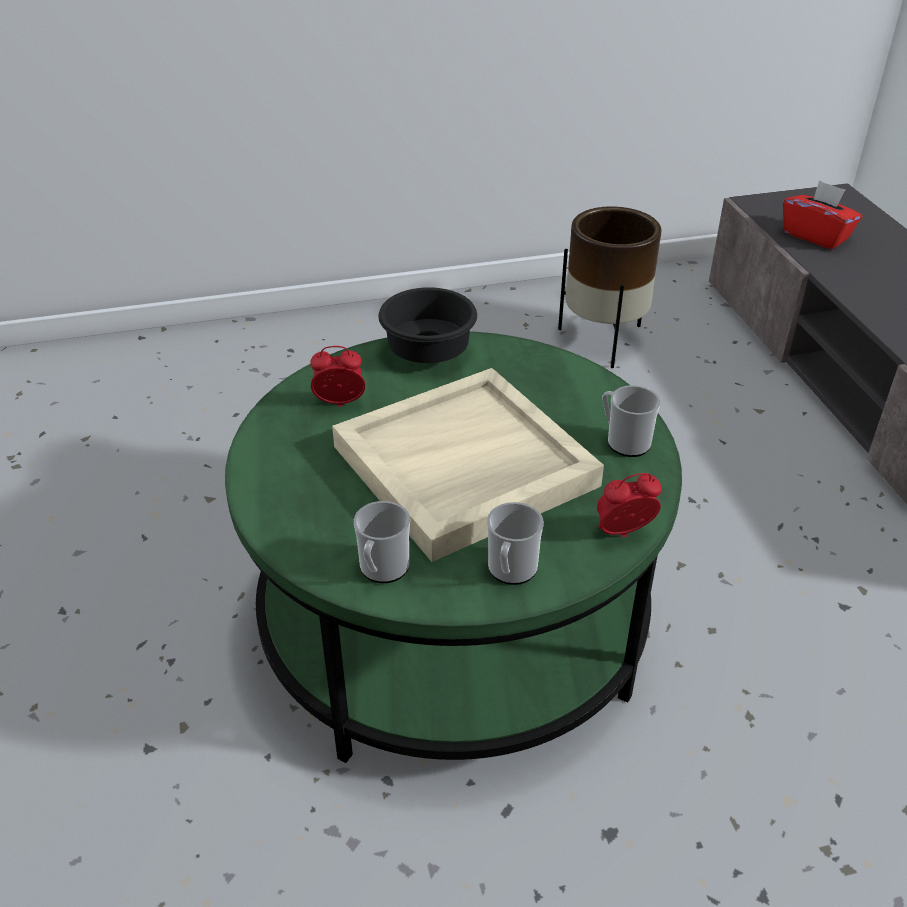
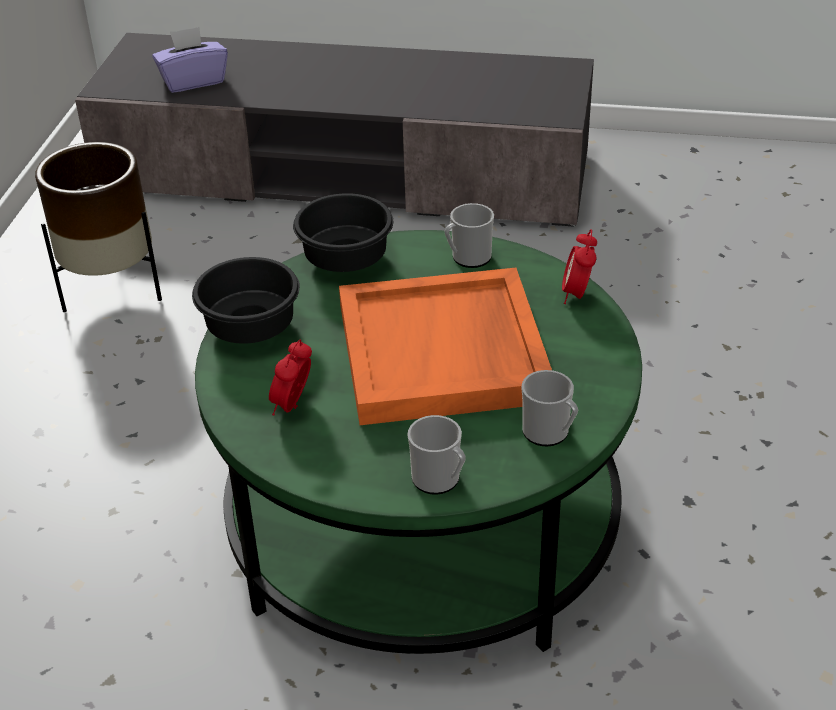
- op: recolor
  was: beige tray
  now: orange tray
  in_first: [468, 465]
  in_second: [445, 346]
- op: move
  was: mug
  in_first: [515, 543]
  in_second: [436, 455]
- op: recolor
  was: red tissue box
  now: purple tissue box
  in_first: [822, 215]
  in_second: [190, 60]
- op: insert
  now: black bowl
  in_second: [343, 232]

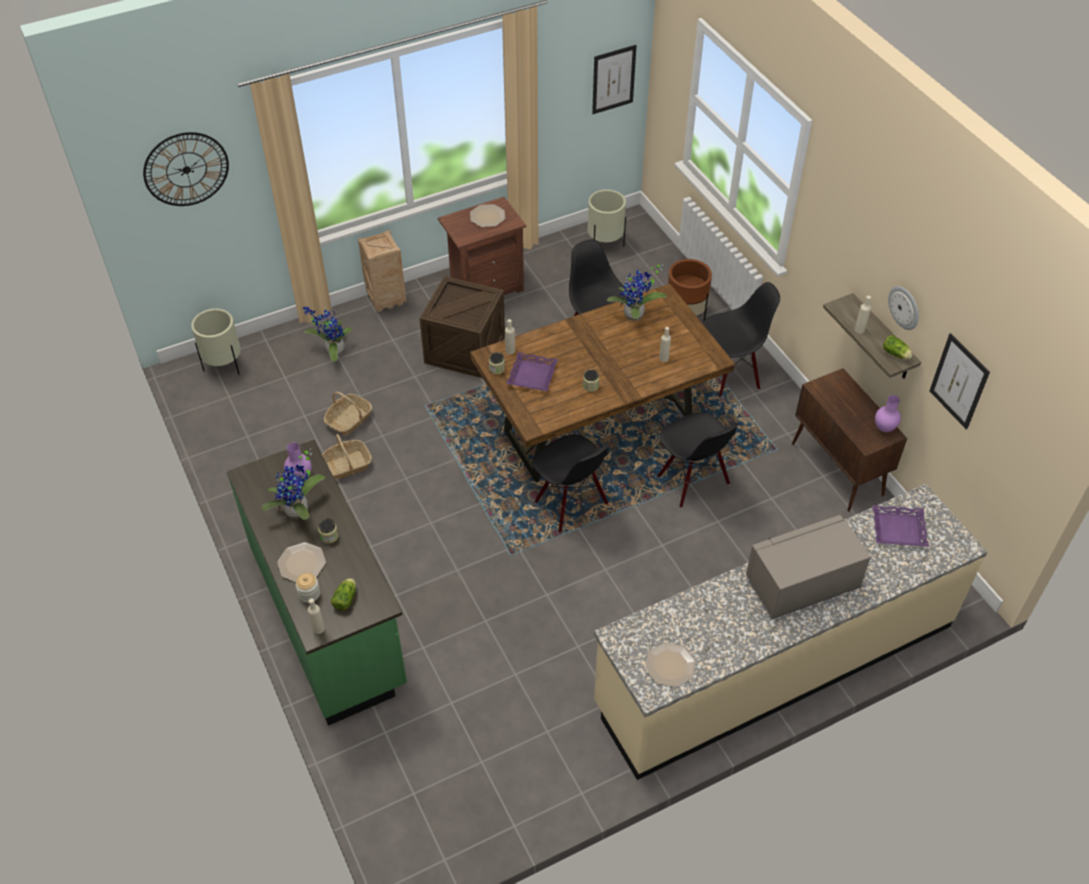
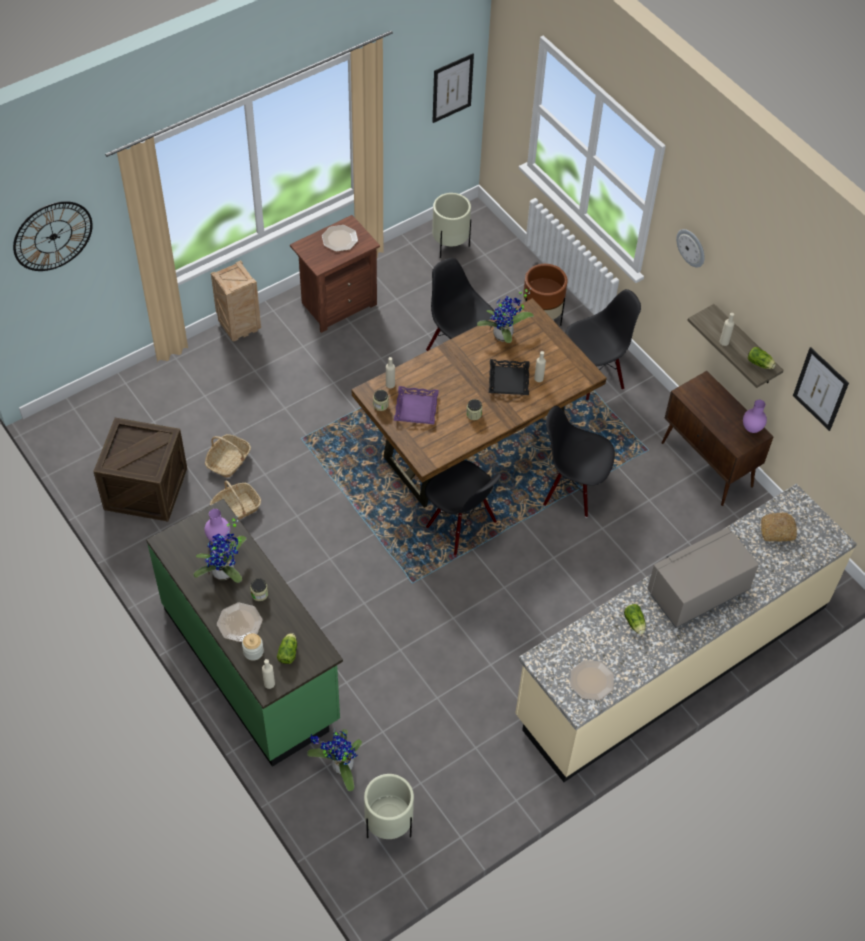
- op: move
  was: beige planter
  in_first: [216, 342]
  in_second: [389, 806]
- op: move
  was: potted plant
  in_first: [327, 334]
  in_second: [334, 759]
- op: move
  was: crate
  in_first: [462, 327]
  in_second: [140, 469]
- op: rotate
  was: black chair
  in_first: [698, 460]
  in_second: [579, 462]
  clockwise: 150
- op: replace
  was: purple tray
  now: bread
  in_first: [900, 526]
  in_second: [779, 527]
- op: move
  was: wall clock
  in_first: [903, 308]
  in_second: [690, 248]
- op: insert
  now: black tray
  in_second: [509, 377]
- op: insert
  now: lettuce
  in_second: [635, 619]

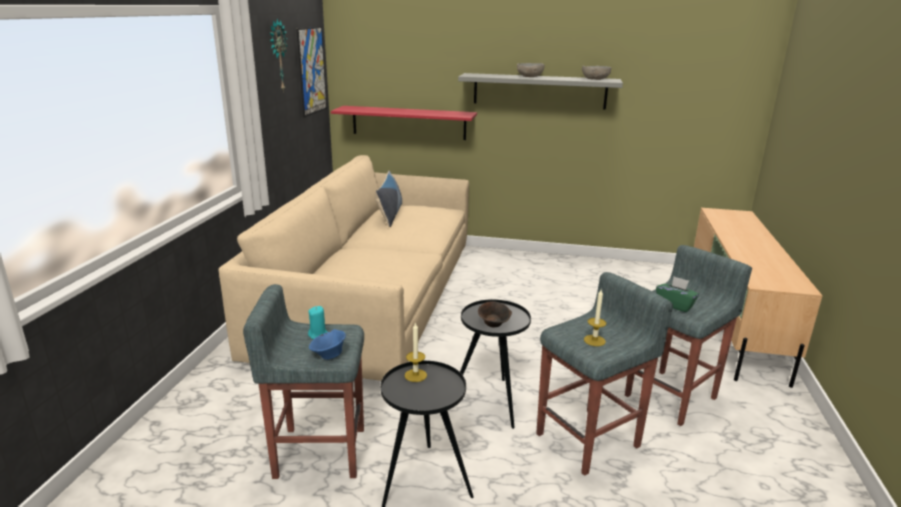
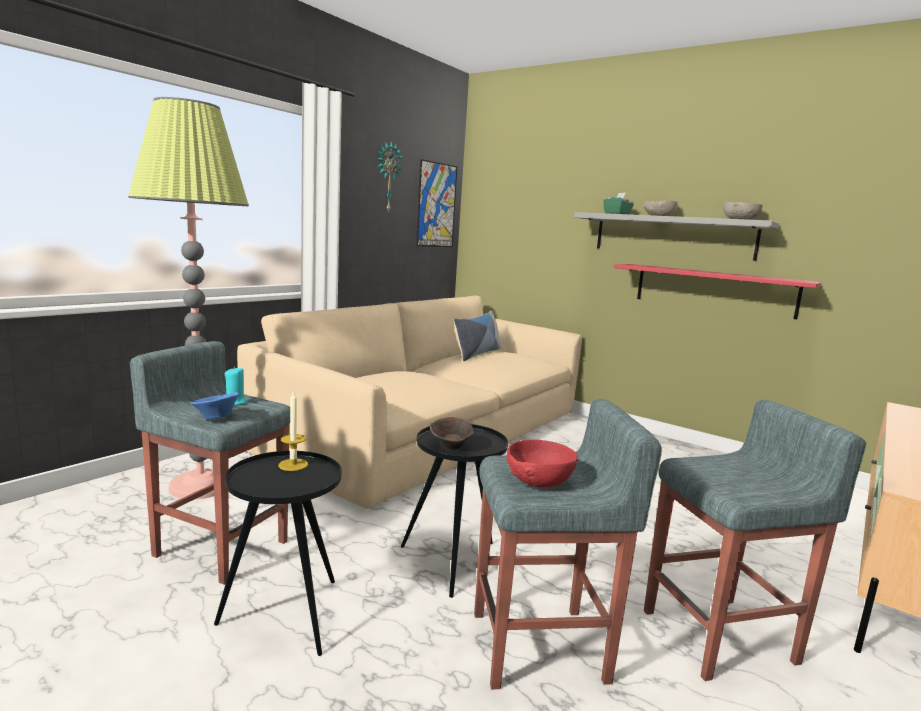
- op: move
  was: red shelf
  in_first: [404, 123]
  in_second: [718, 291]
- op: replace
  was: candle
  now: red bowl
  in_first: [595, 318]
  in_second: [542, 463]
- op: move
  was: green tissue box
  in_first: [677, 294]
  in_second: [618, 203]
- op: insert
  now: floor lamp
  in_second: [188, 298]

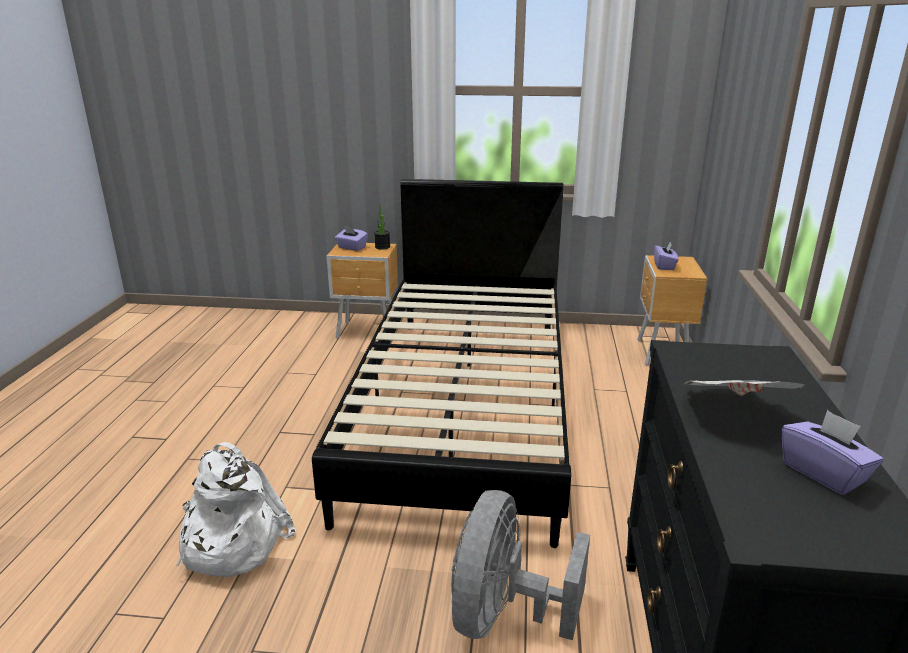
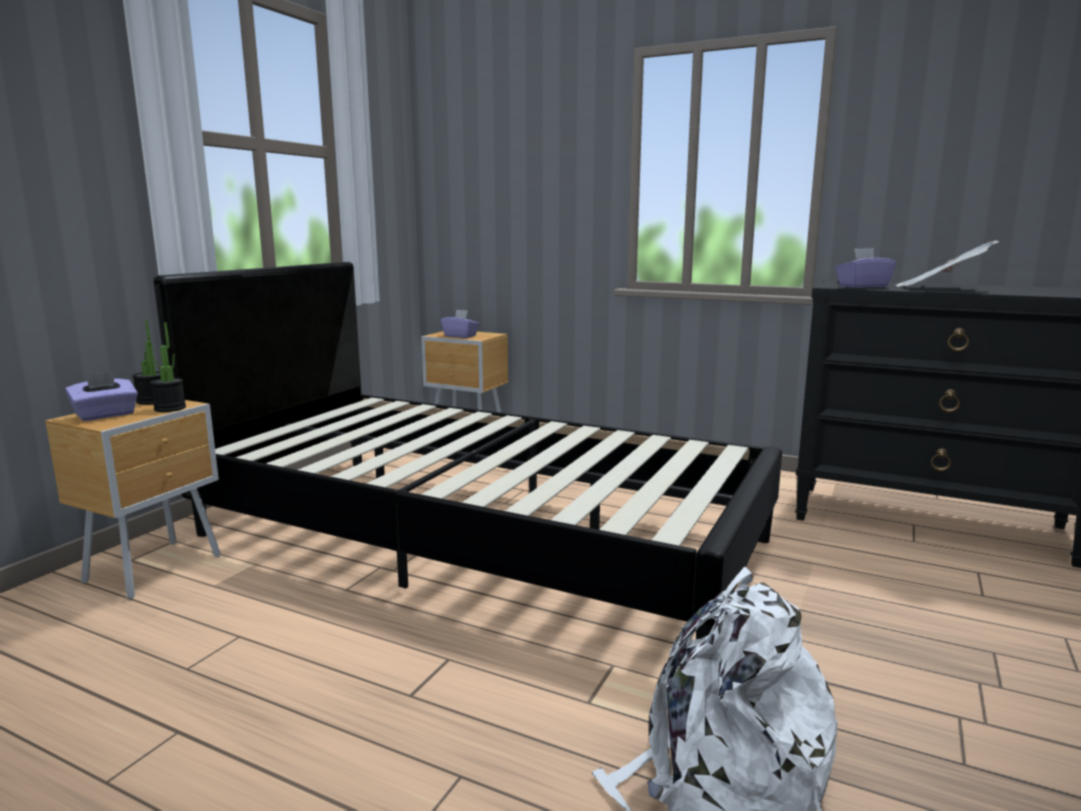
- op: delete
  was: grey fan
  in_first: [520, 565]
- op: move
  was: purple tissue box
  in_first: [833, 452]
  in_second: [866, 268]
- op: insert
  now: potted plant
  in_second: [168, 367]

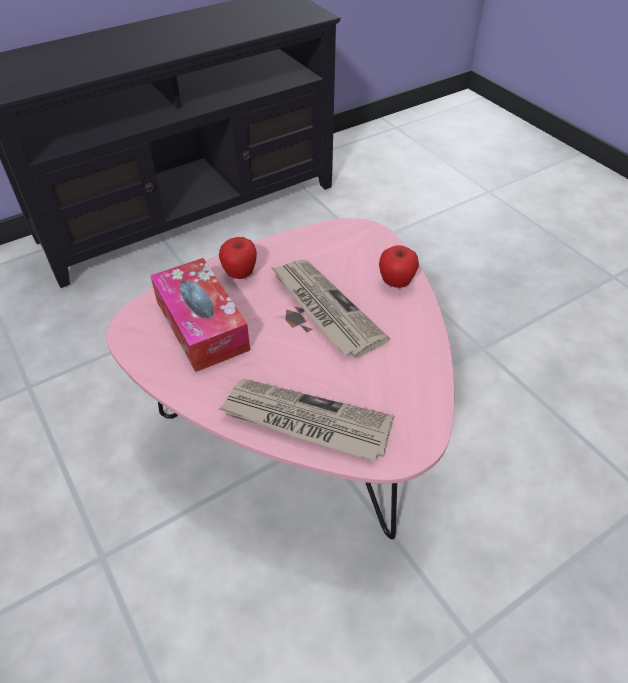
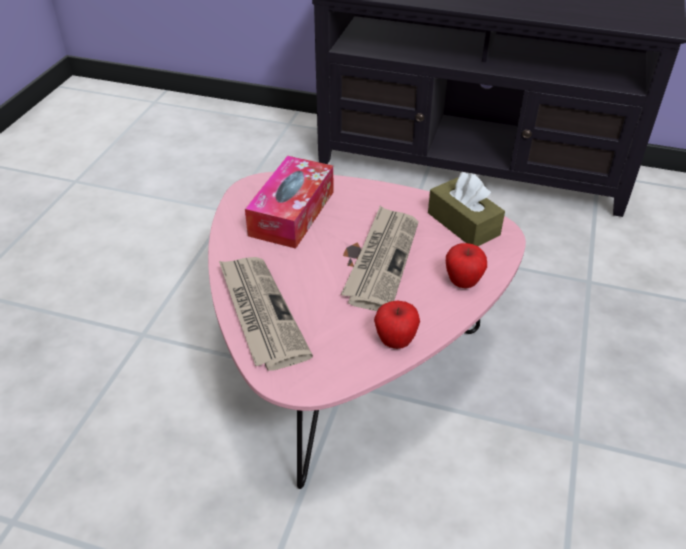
- op: move
  was: apple
  in_first: [238, 258]
  in_second: [397, 324]
- op: insert
  now: brown tissue box
  in_second: [466, 209]

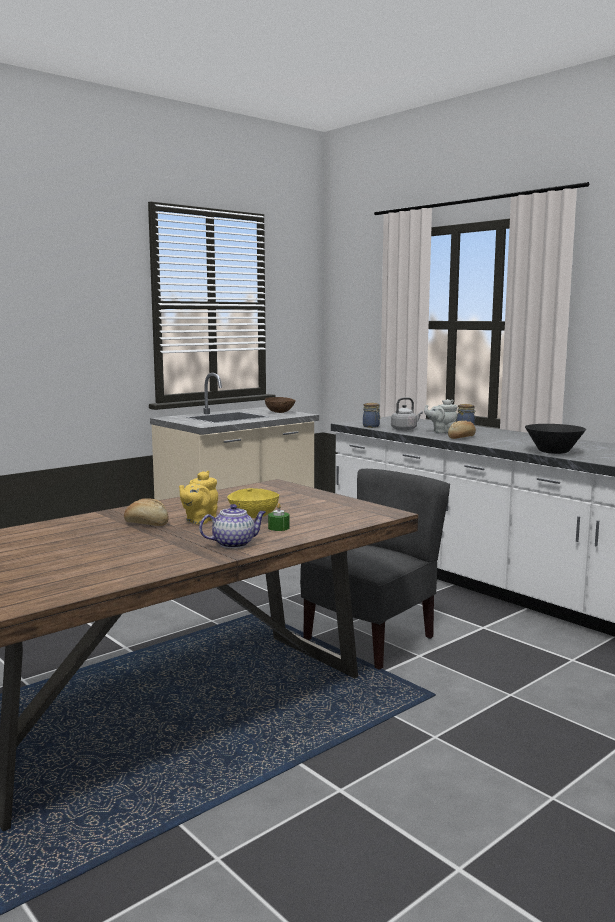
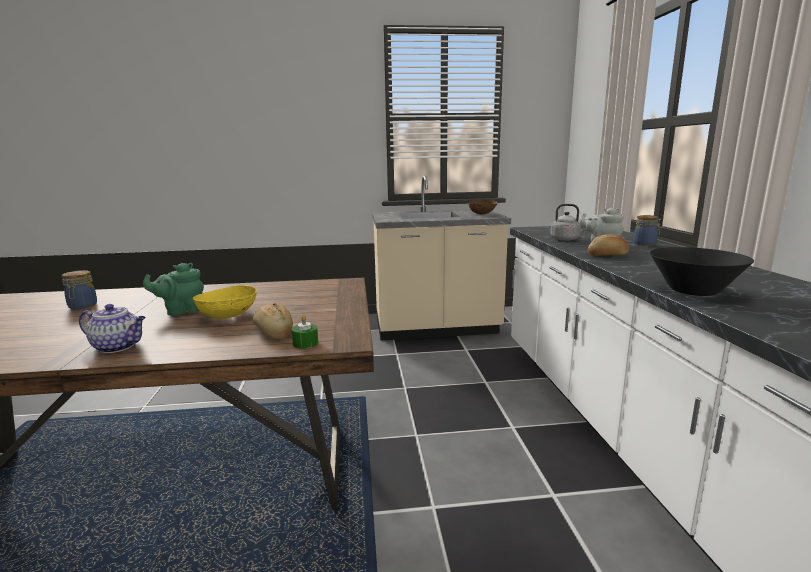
- op: move
  was: bread
  in_first: [146, 512]
  in_second: [273, 321]
- op: recolor
  was: yellow teapot
  now: green teapot
  in_first: [198, 497]
  in_second: [173, 289]
- op: move
  was: green candle
  in_first: [279, 517]
  in_second: [305, 332]
- op: delete
  was: grey chair
  in_first: [375, 569]
- op: move
  was: jar
  in_first: [371, 415]
  in_second: [79, 289]

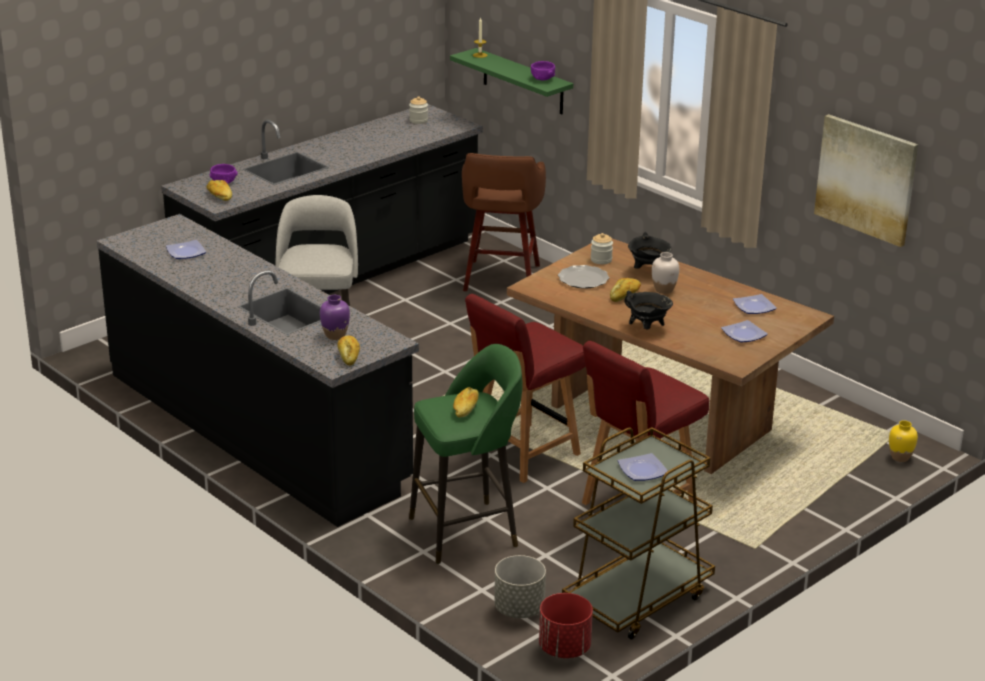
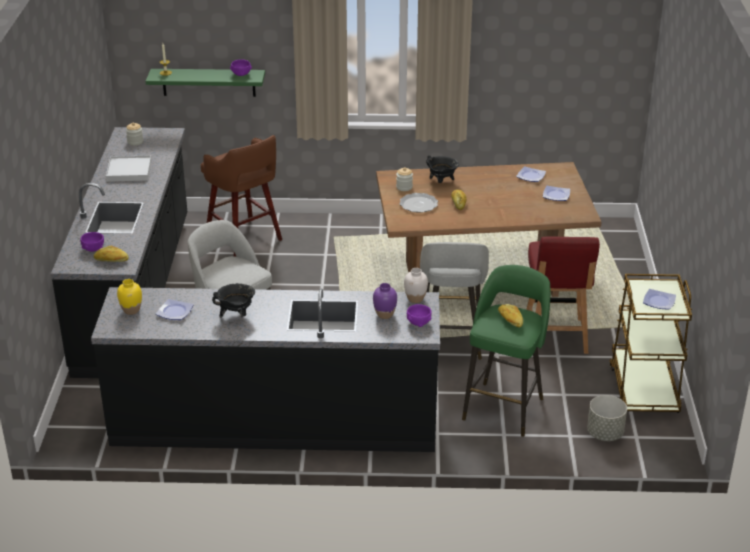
- op: replace
  was: bread
  now: purple bowl
  in_first: [348, 351]
  in_second: [419, 315]
- op: replace
  was: red chair
  now: grey stool
  in_first: [525, 388]
  in_second: [454, 301]
- op: delete
  was: red planter
  in_first: [566, 625]
- op: move
  was: black cooking pot
  in_first: [648, 310]
  in_second: [233, 300]
- op: move
  was: white vase
  in_first: [665, 273]
  in_second: [416, 285]
- op: delete
  was: picture
  in_first: [866, 180]
- op: move
  was: yellow vase
  in_first: [903, 441]
  in_second: [129, 297]
- op: insert
  now: white tray
  in_second: [129, 168]

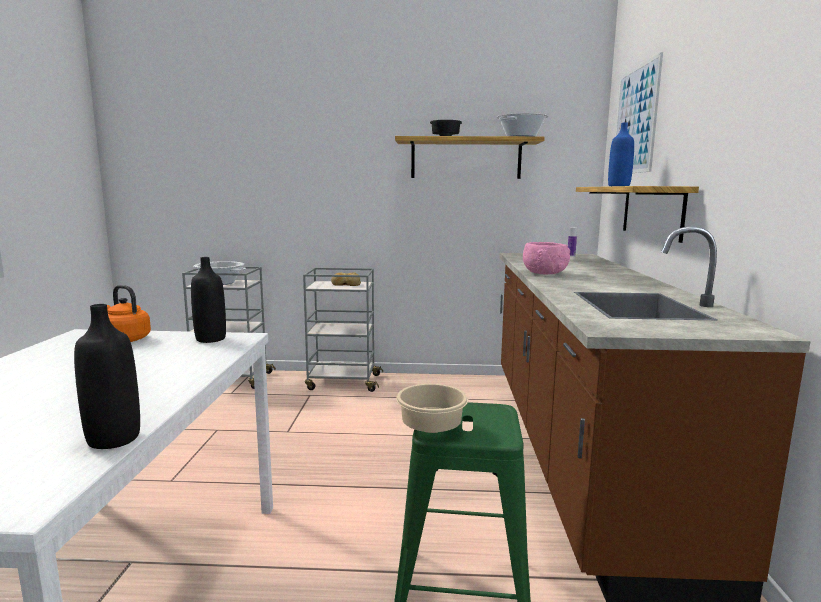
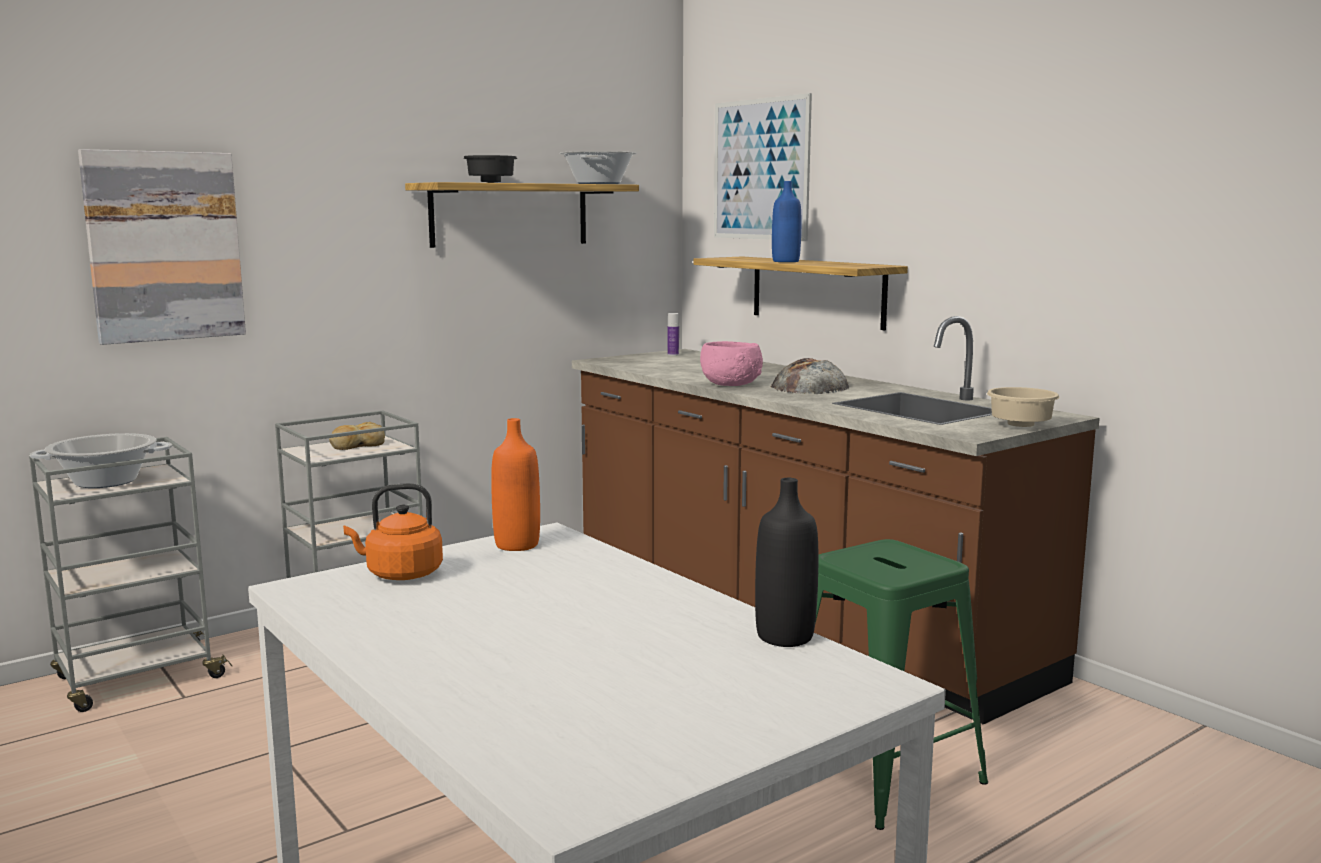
- op: recolor
  was: black bottle
  now: orange bottle
  in_first: [208, 300]
  in_second: [515, 484]
- op: move
  was: beige bowl
  in_first: [432, 408]
  in_second: [1023, 407]
- op: insert
  now: picture
  in_second: [162, 247]
- op: insert
  now: bread
  in_second: [810, 376]

